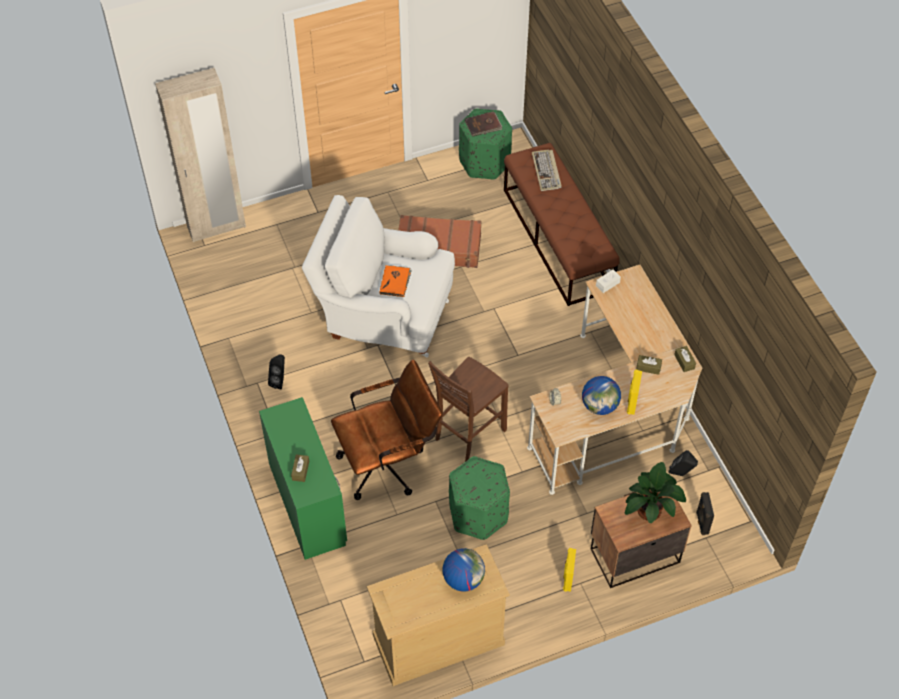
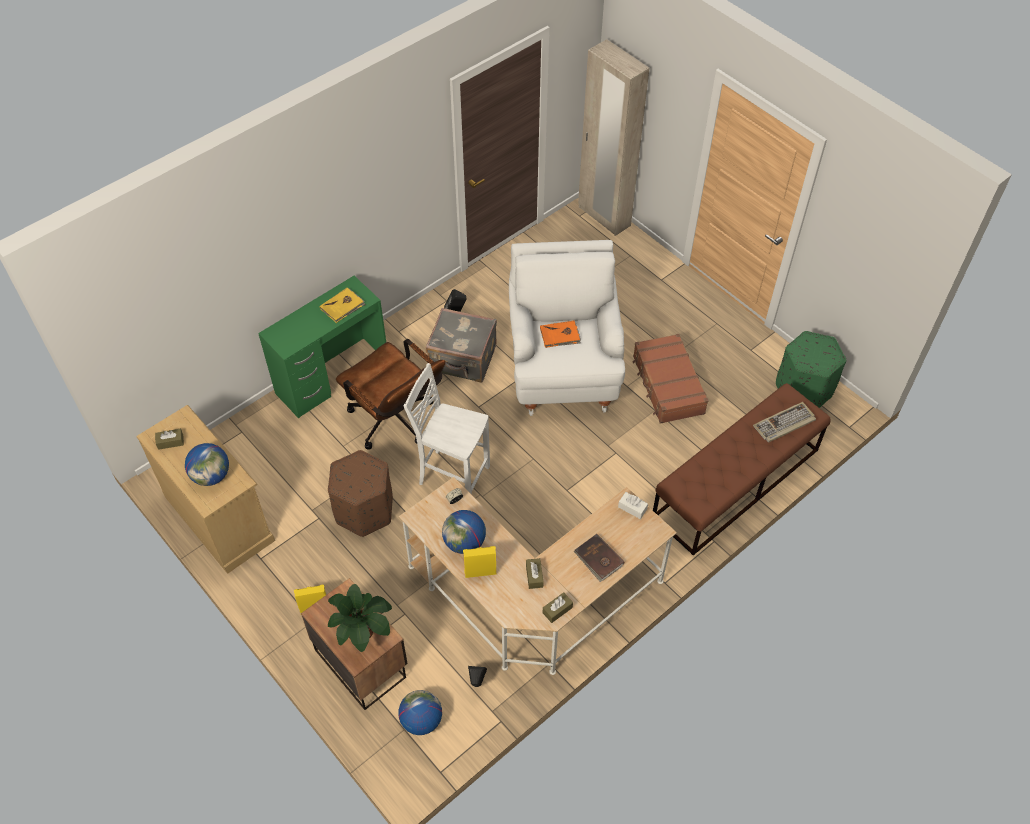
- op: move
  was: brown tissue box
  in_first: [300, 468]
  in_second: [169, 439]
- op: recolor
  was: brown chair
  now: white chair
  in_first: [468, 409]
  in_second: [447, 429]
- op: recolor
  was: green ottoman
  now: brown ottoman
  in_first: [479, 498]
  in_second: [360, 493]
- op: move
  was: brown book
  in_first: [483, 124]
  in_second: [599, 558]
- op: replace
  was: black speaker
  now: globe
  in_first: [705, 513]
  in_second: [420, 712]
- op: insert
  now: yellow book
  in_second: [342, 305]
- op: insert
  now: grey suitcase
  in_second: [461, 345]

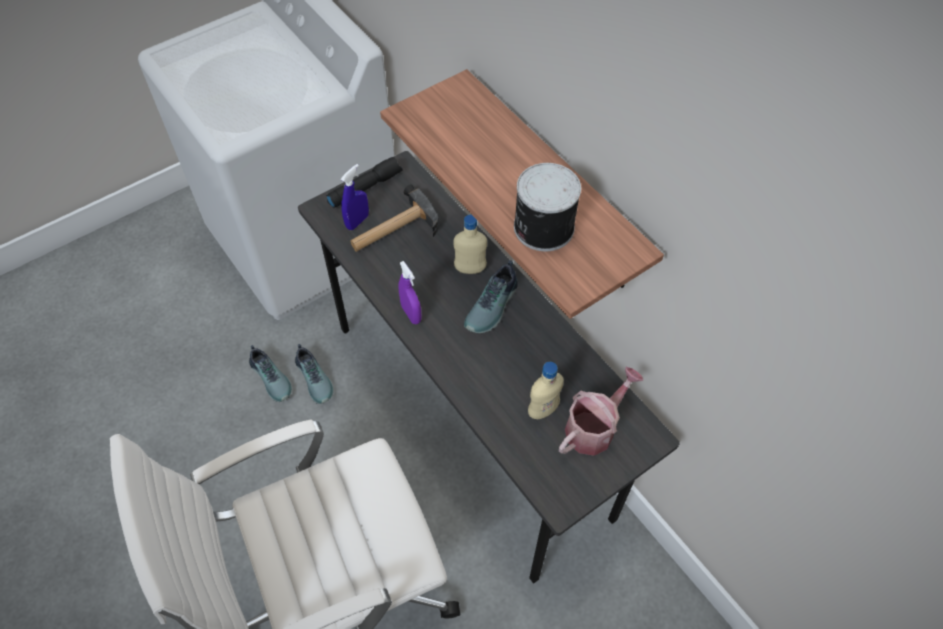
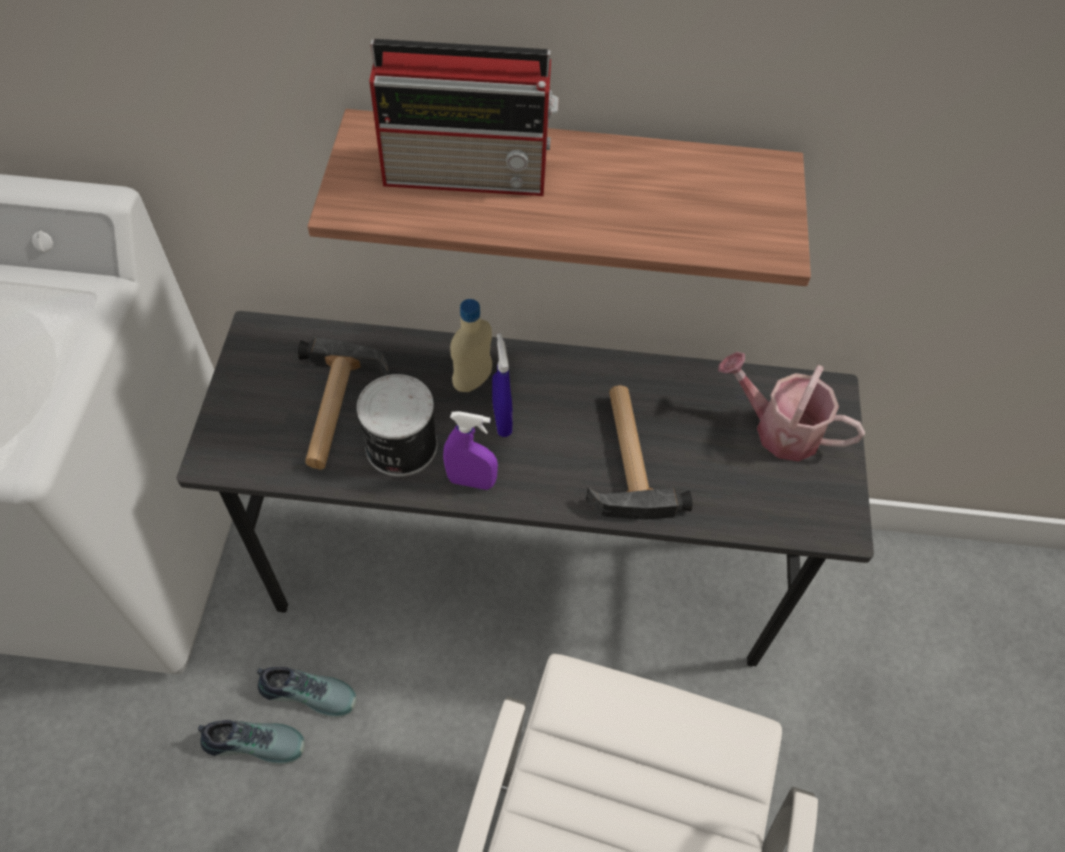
- op: delete
  was: black flashlight
  in_first: [364, 182]
- op: move
  was: blue spray bottle
  in_first: [355, 197]
  in_second: [502, 385]
- op: delete
  was: shoe
  in_first: [491, 296]
- op: move
  was: can
  in_first: [547, 207]
  in_second: [397, 425]
- op: delete
  was: beige bottle
  in_first: [546, 390]
- op: rotate
  was: watering can
  in_first: [601, 411]
  in_second: [791, 407]
  clockwise: -60
- op: insert
  now: radio
  in_second: [464, 117]
- op: insert
  now: hammer
  in_second: [639, 452]

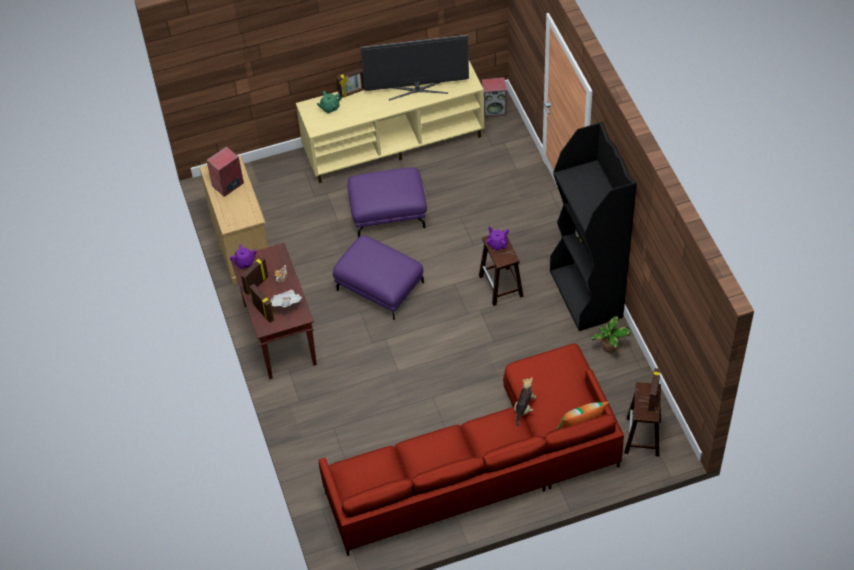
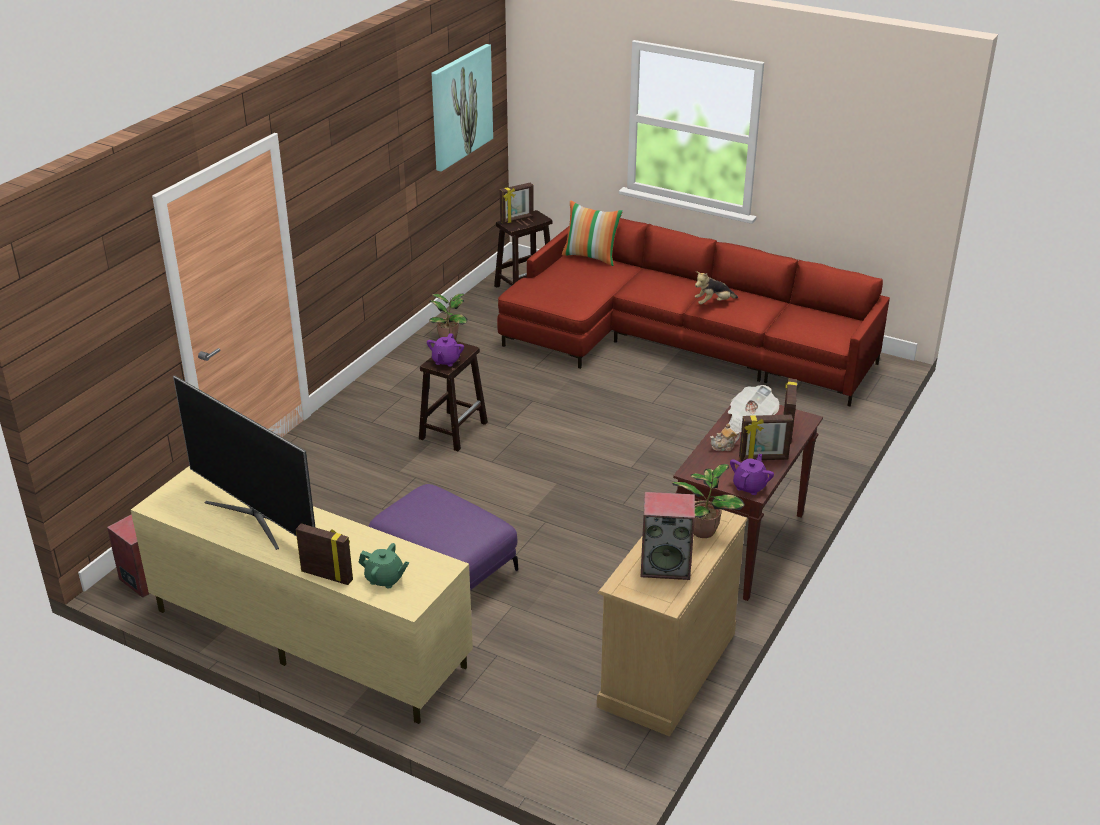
- op: delete
  was: purple ottoman
  in_first: [378, 277]
- op: move
  was: plush toy
  in_first: [525, 401]
  in_second: [716, 287]
- op: delete
  was: black bookcase
  in_first: [593, 226]
- op: insert
  now: picture
  in_second: [462, 108]
- op: insert
  now: potted plant
  in_second: [708, 501]

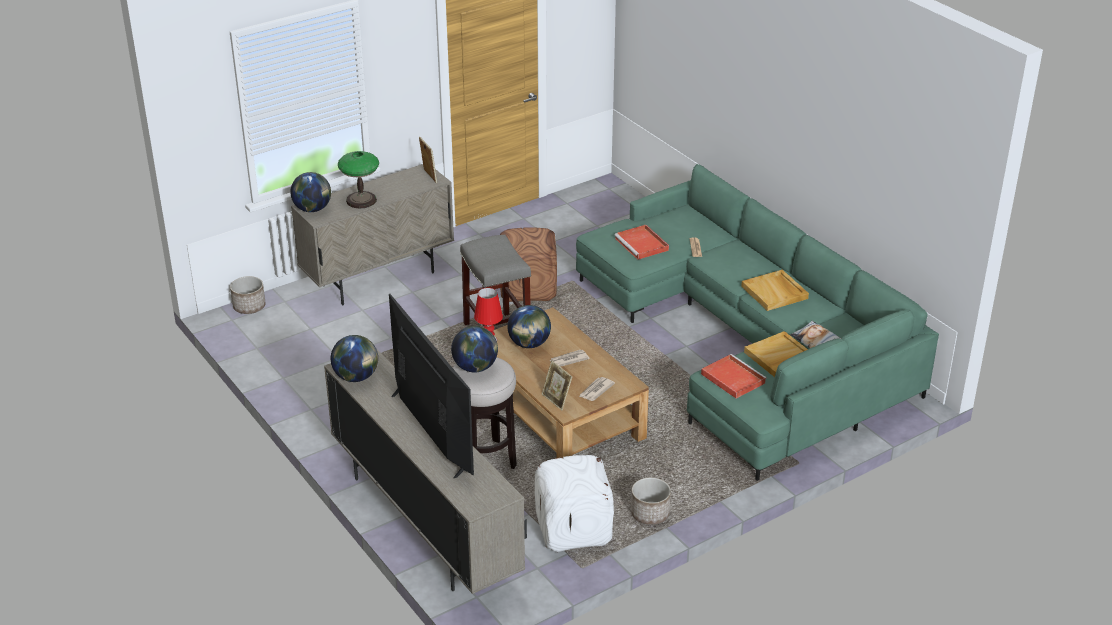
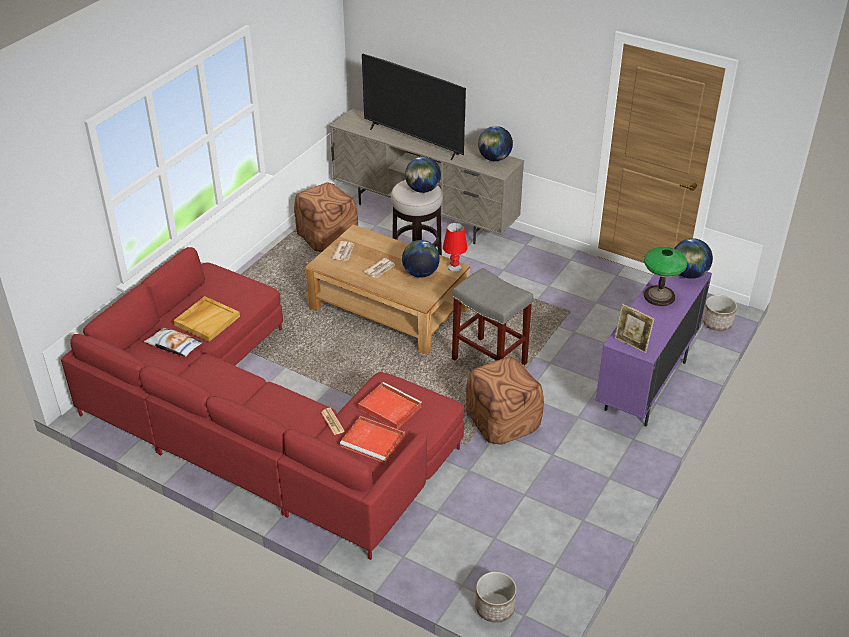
- op: recolor
  was: beige cabinet
  now: purple cabinet
  in_first: [372, 235]
  in_second: [654, 349]
- op: recolor
  was: white ottoman
  now: brown ottoman
  in_first: [574, 503]
  in_second: [326, 217]
- op: delete
  was: picture frame
  in_first: [557, 385]
- op: recolor
  was: green sofa
  now: red sofa
  in_first: [757, 322]
  in_second: [262, 403]
- op: move
  was: planter
  in_first: [651, 501]
  in_second: [496, 597]
- op: move
  was: red tray
  in_first: [734, 376]
  in_second: [372, 440]
- op: delete
  was: beige tray
  in_first: [775, 290]

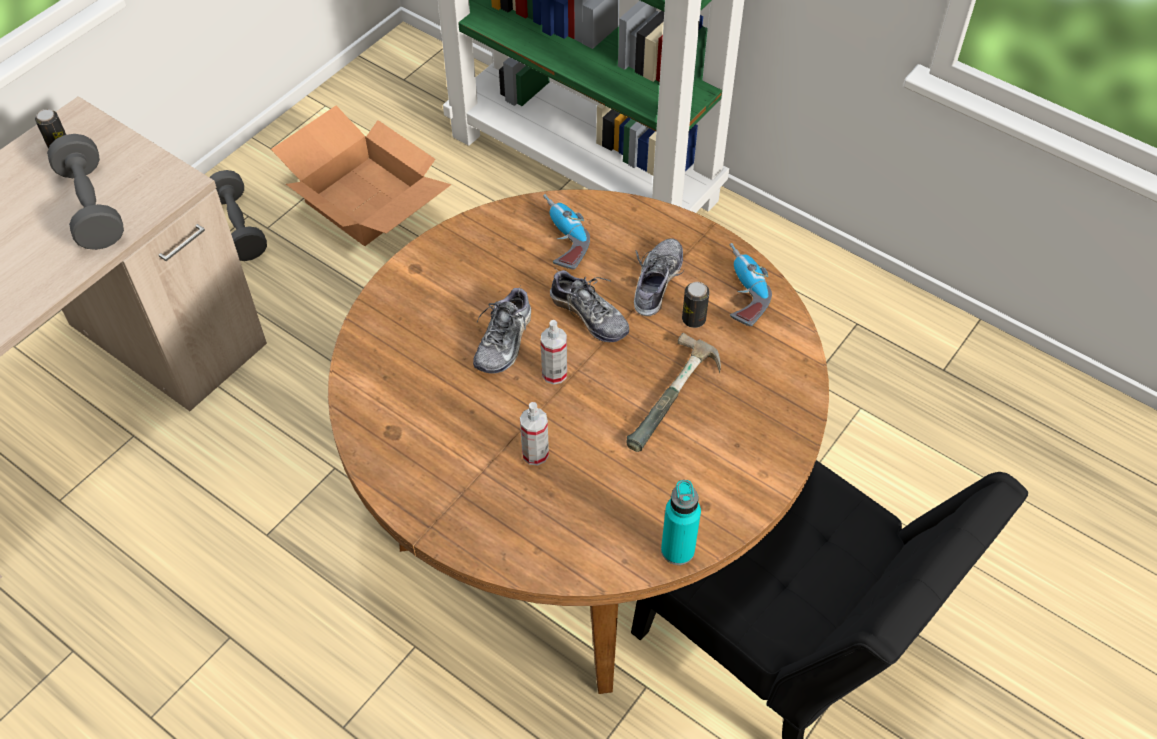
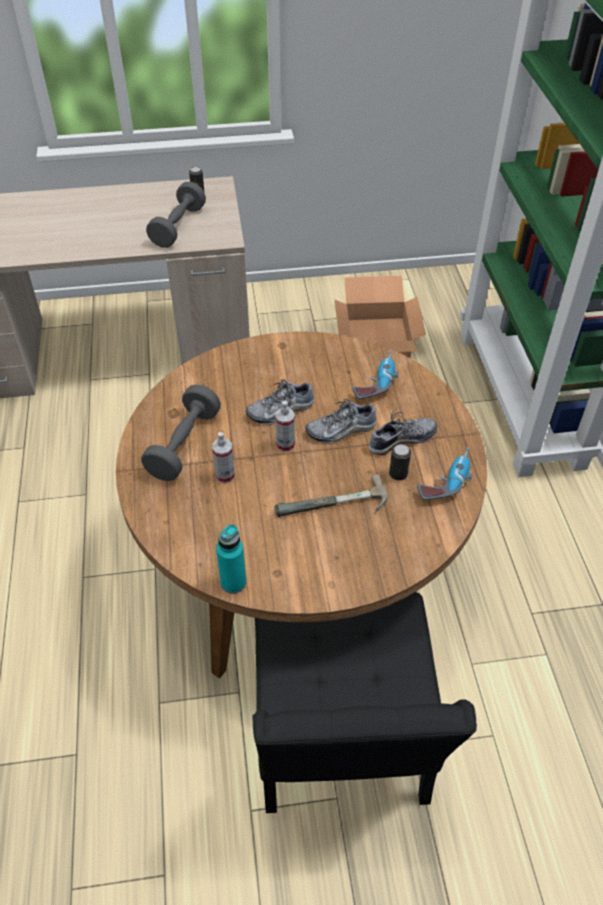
- op: move
  was: grey dumbbell
  in_first: [238, 215]
  in_second: [181, 433]
- op: rotate
  was: shoe
  in_first: [589, 305]
  in_second: [341, 421]
  clockwise: 75

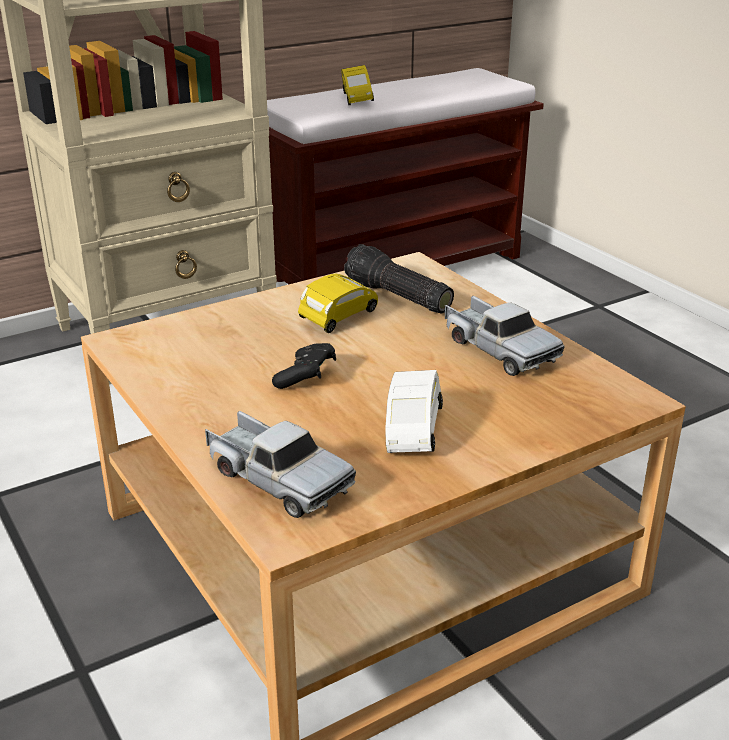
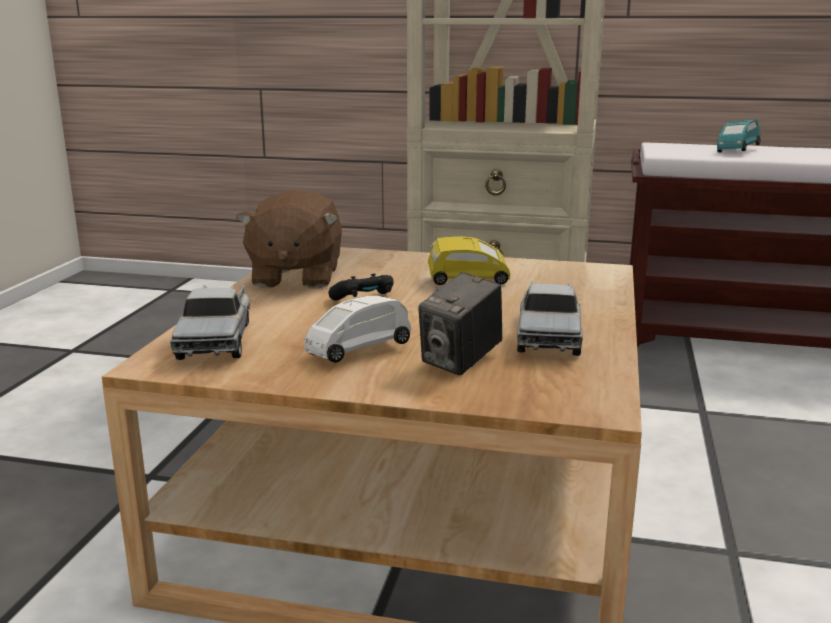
- op: recolor
  was: yellow toy car
  now: turquoise toy car
  in_first: [357, 85]
  in_second: [739, 136]
- op: delete
  was: flashlight
  in_first: [399, 279]
- op: insert
  now: brown plush toy
  in_second: [289, 238]
- op: insert
  now: photo camera
  in_second: [460, 324]

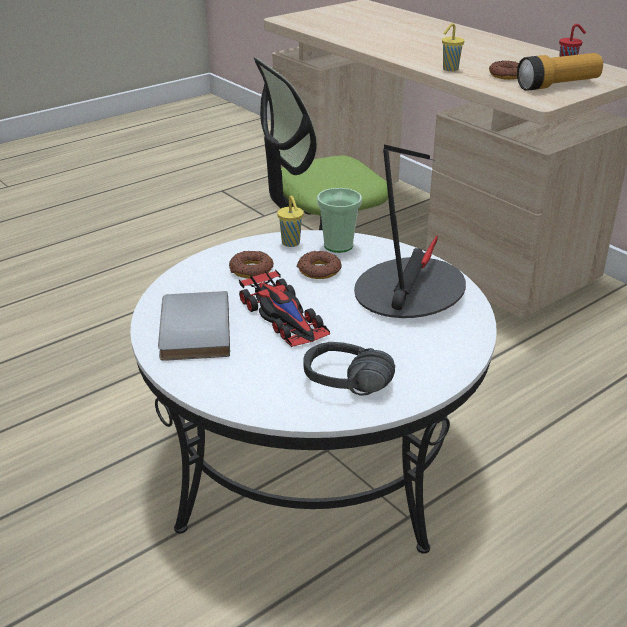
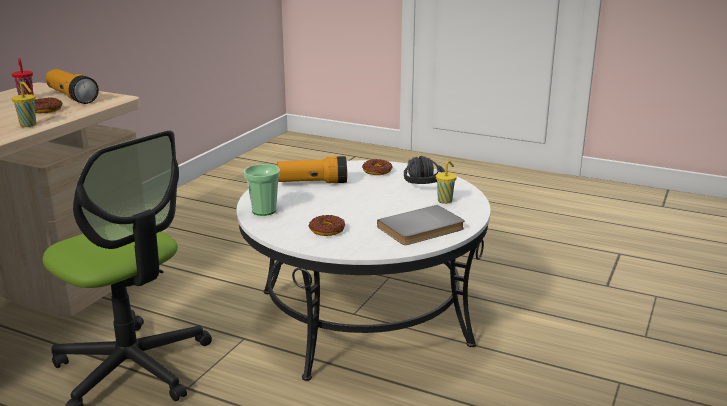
- op: delete
  was: toy car
  in_first: [284, 308]
- op: move
  was: yellow cup
  in_first: [290, 221]
  in_second: [446, 182]
- op: move
  was: donut
  in_first: [319, 265]
  in_second: [377, 167]
- op: replace
  was: table lamp
  now: flashlight
  in_first: [410, 231]
  in_second: [312, 169]

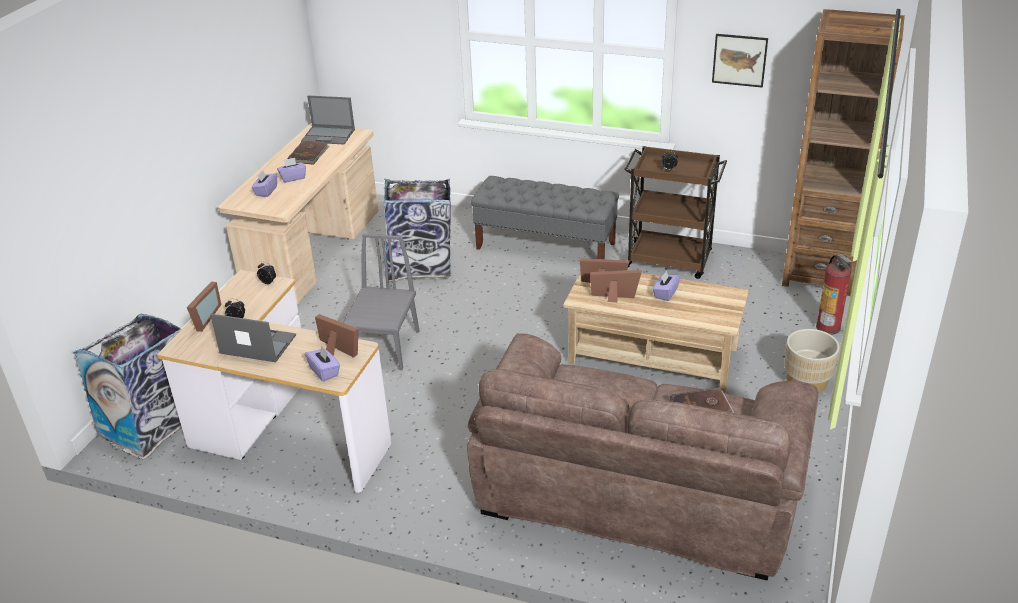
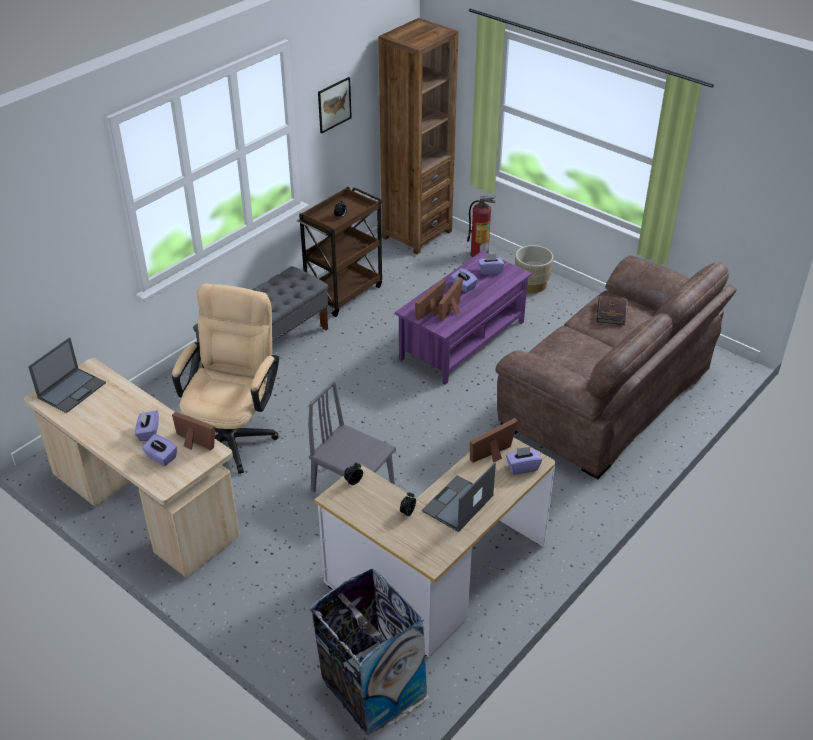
- op: move
  was: picture frame
  in_first: [204, 307]
  in_second: [193, 431]
- op: delete
  was: brown book
  in_first: [309, 153]
- op: replace
  was: trash can
  now: beige office chair
  in_first: [417, 230]
  in_second: [225, 378]
- op: recolor
  was: beige coffee table
  now: purple coffee table
  in_first: [656, 332]
  in_second: [463, 318]
- op: insert
  now: purple tissue box
  in_second: [491, 264]

